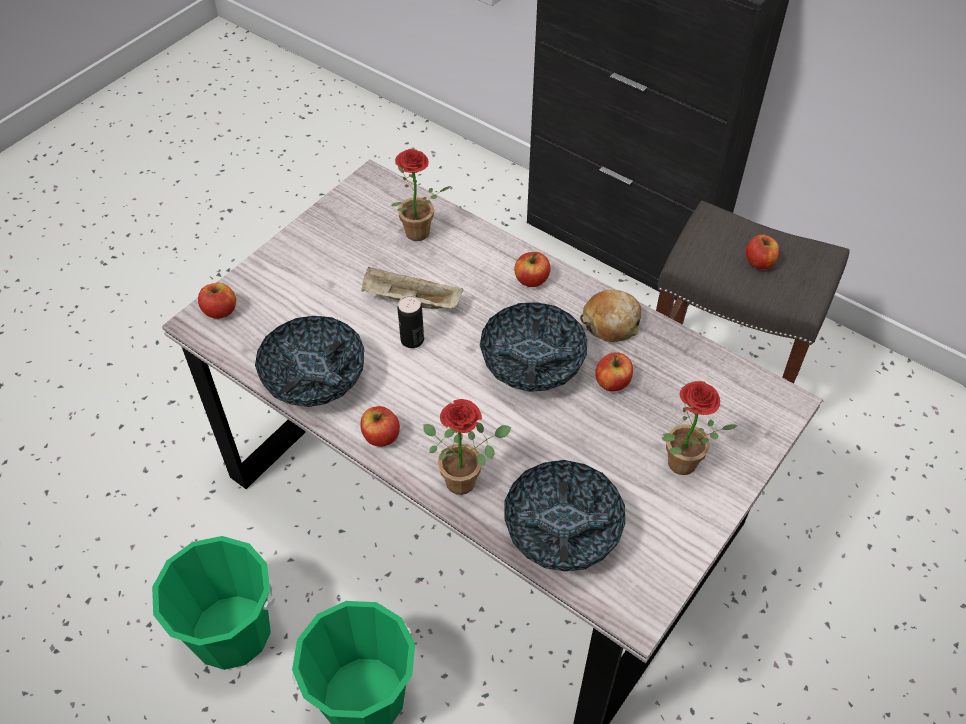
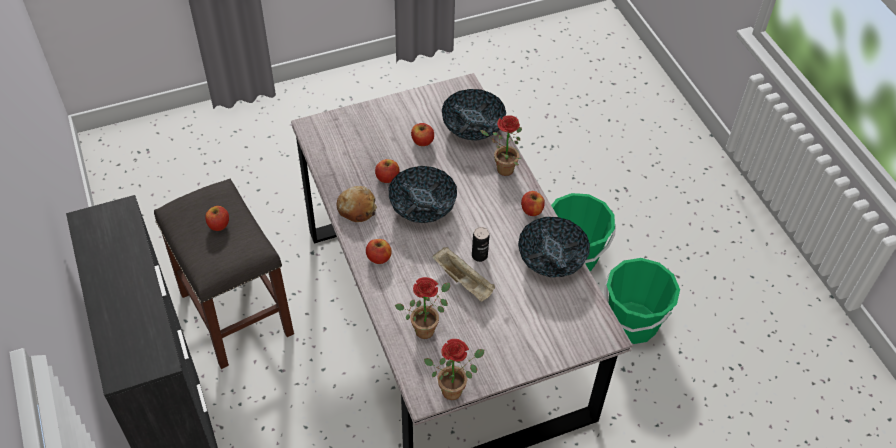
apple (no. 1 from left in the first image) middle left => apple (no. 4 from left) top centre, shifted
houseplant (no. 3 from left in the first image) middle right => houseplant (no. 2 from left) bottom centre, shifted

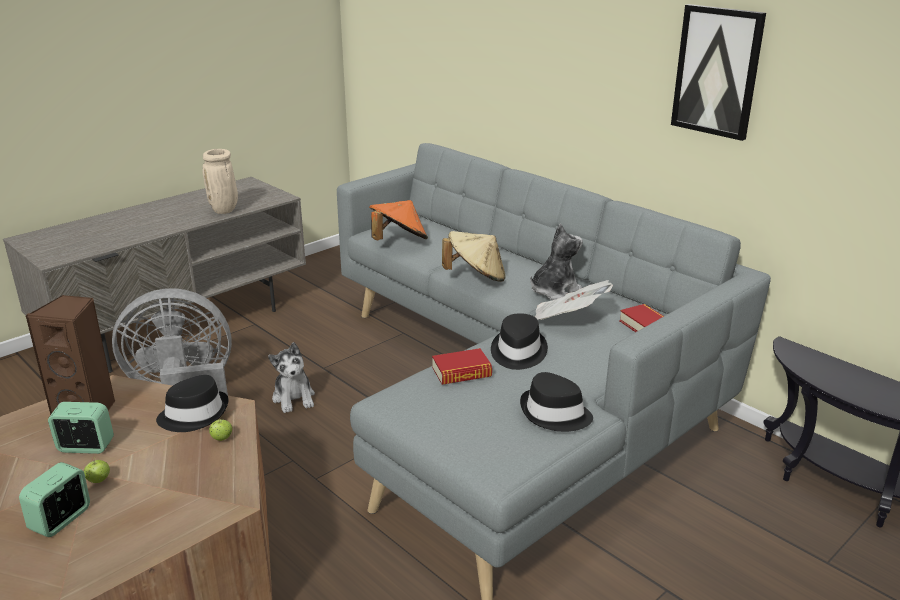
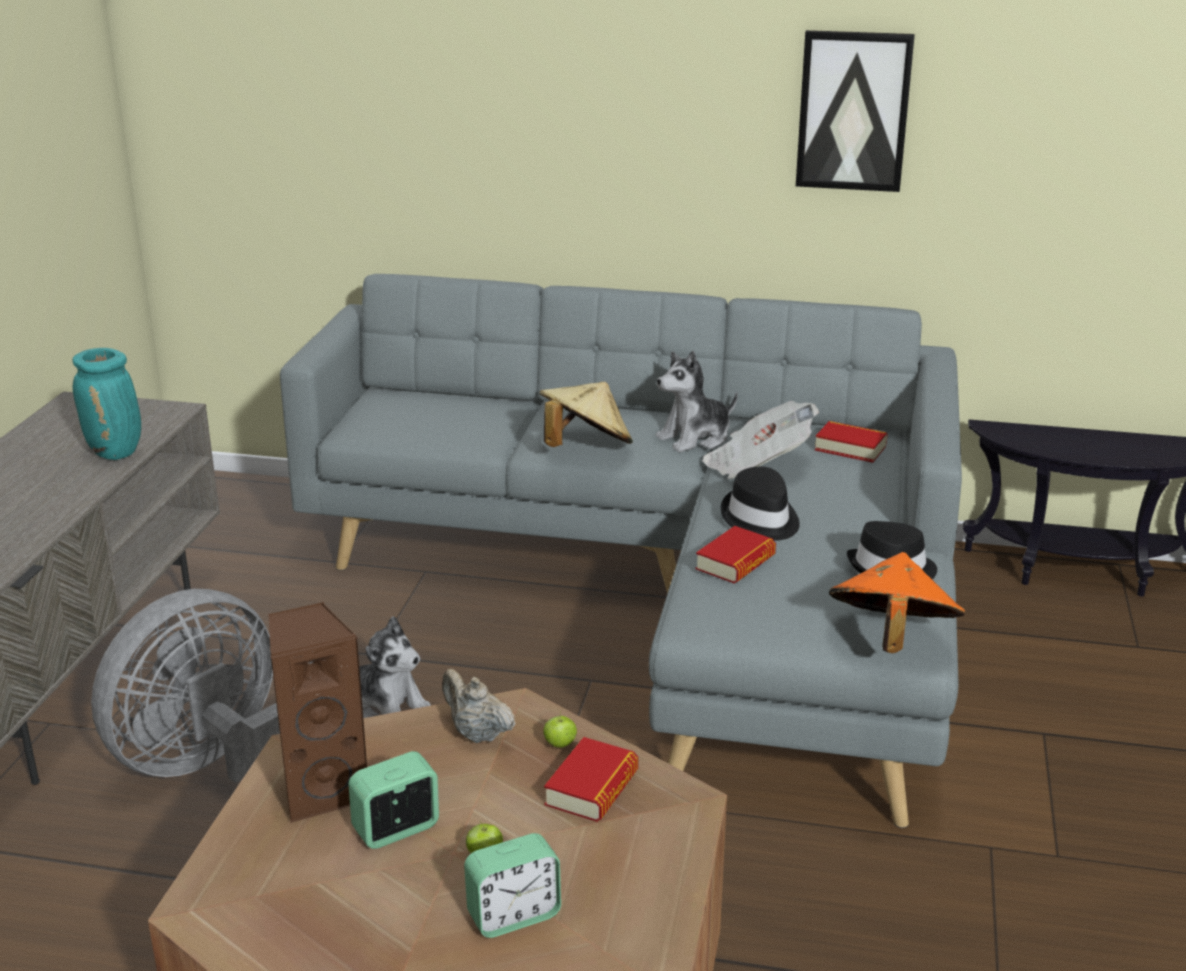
sand-coloured flower vase top left => blue-green flower vase middle left
black-coloured wearable hat (no. 1 from left) bottom left => sand-coloured teapot bottom centre
table clock (no. 1 from left in the first image) bottom left => table clock (no. 2 from left) bottom centre, 105 degrees counterclockwise
nothing => bound book (no. 1 from left) bottom centre
soft toy (no. 2 from left) centre, 135 degrees counterclockwise
orangey wearable hat centre => orangey wearable hat middle right, shifted

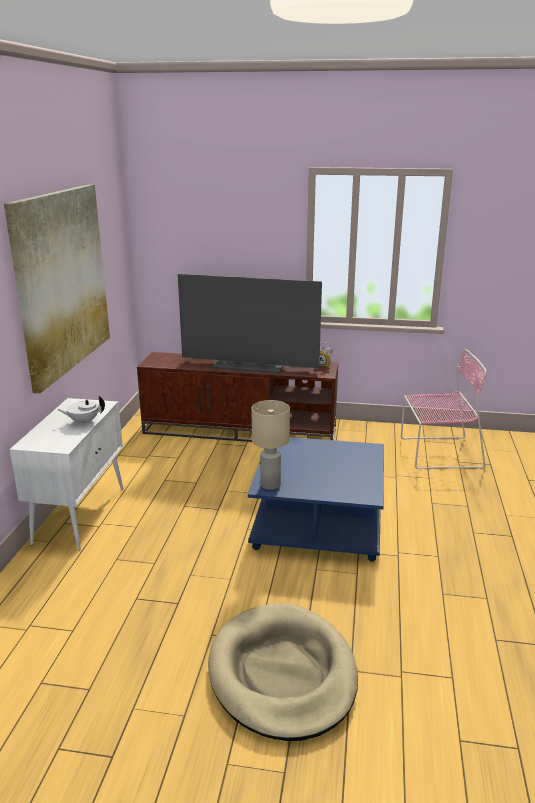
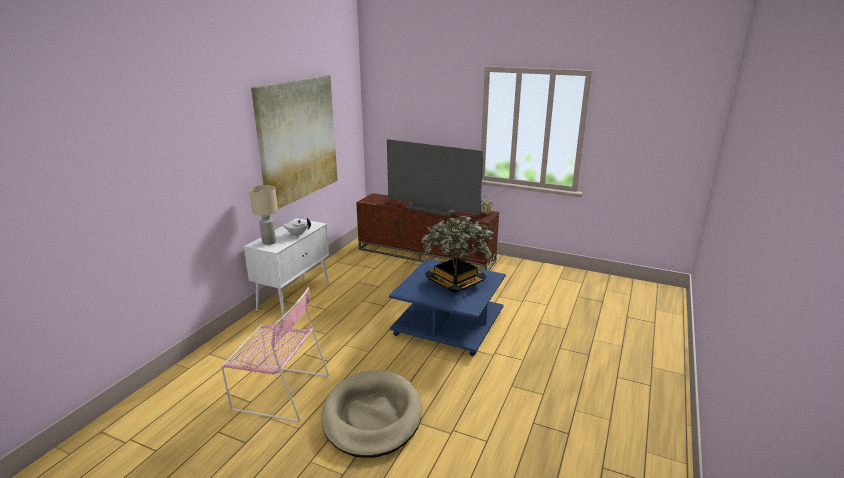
pink-coloured upright chair middle right => pink-coloured upright chair bottom left, shifted
sand-coloured table lamp centre => sand-coloured table lamp middle left, shifted
nothing => houseplant centre

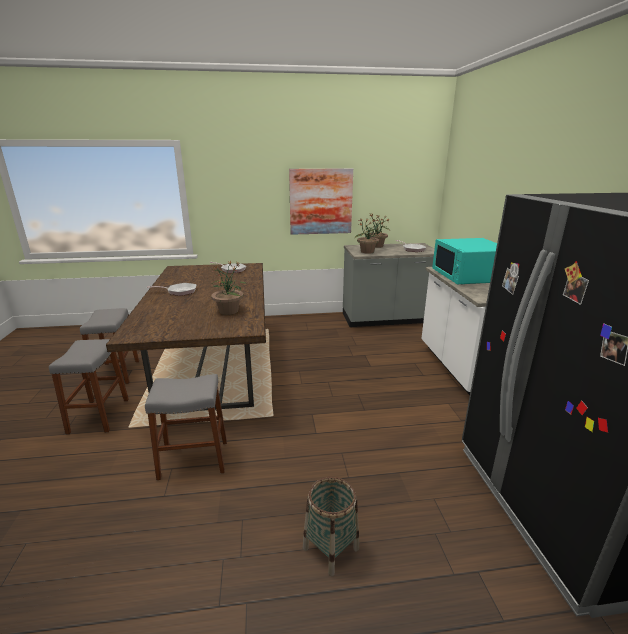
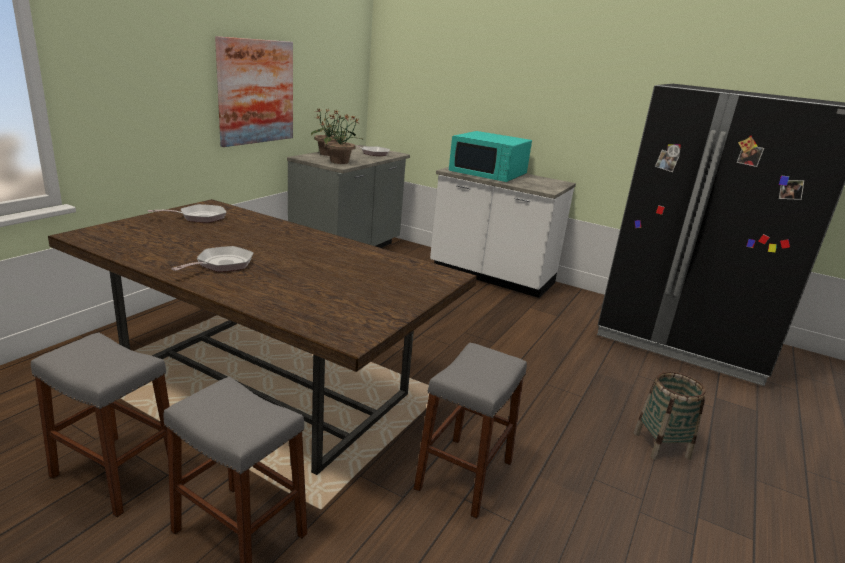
houseplant (no. 1 from left) centre => nothing

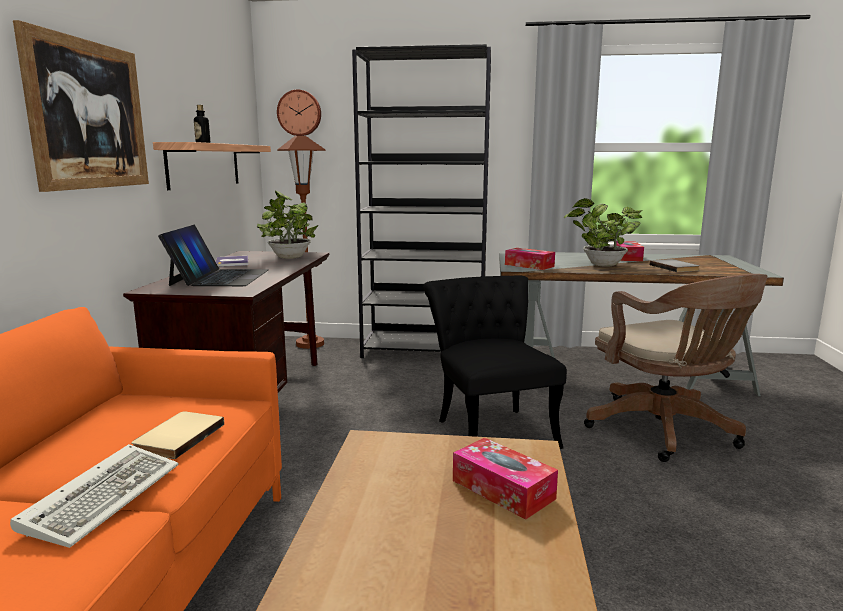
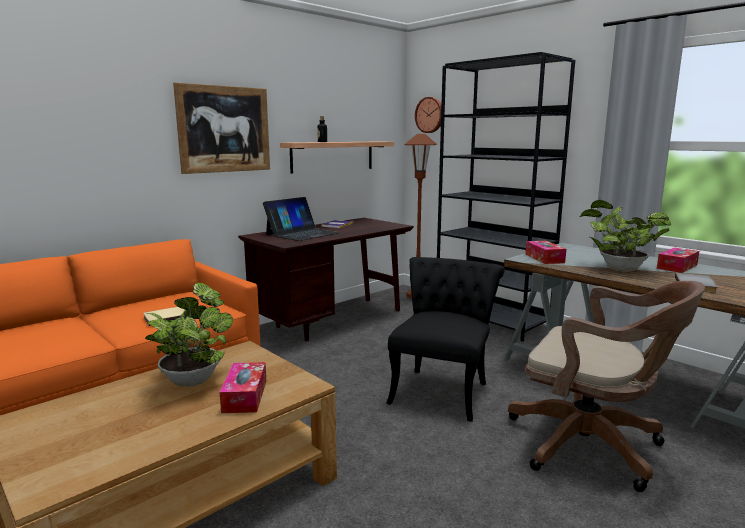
houseplant (no. 1 from left) centre => houseplant (no. 1 from left) middle left, shifted
brown-coloured computer chair middle right => brown-coloured computer chair bottom right, 75 degrees counterclockwise
PC keyboard bottom left => nothing

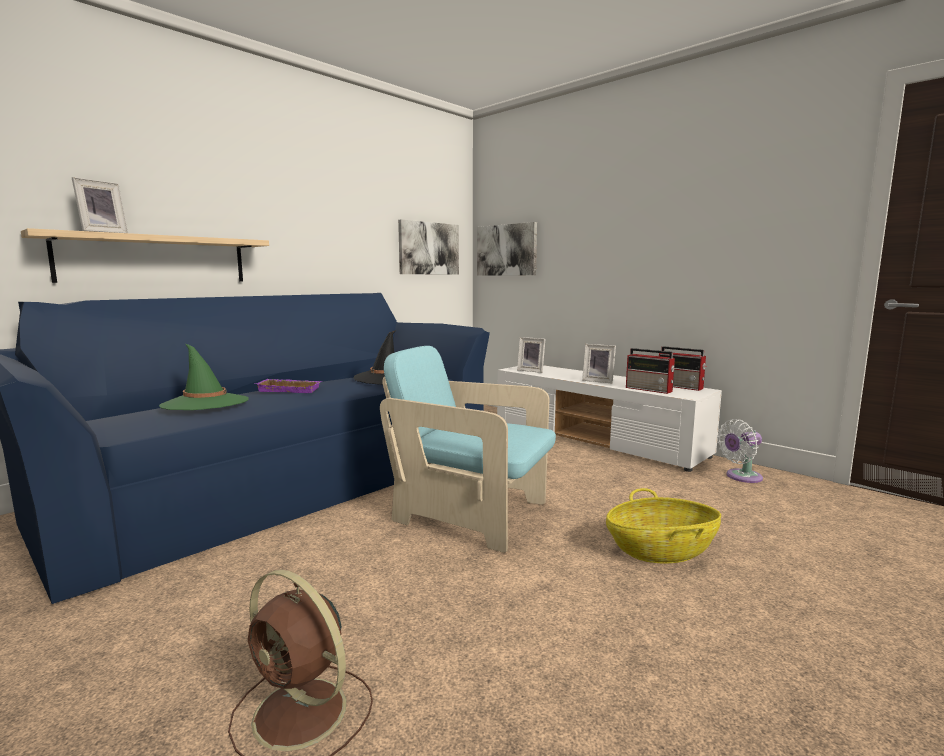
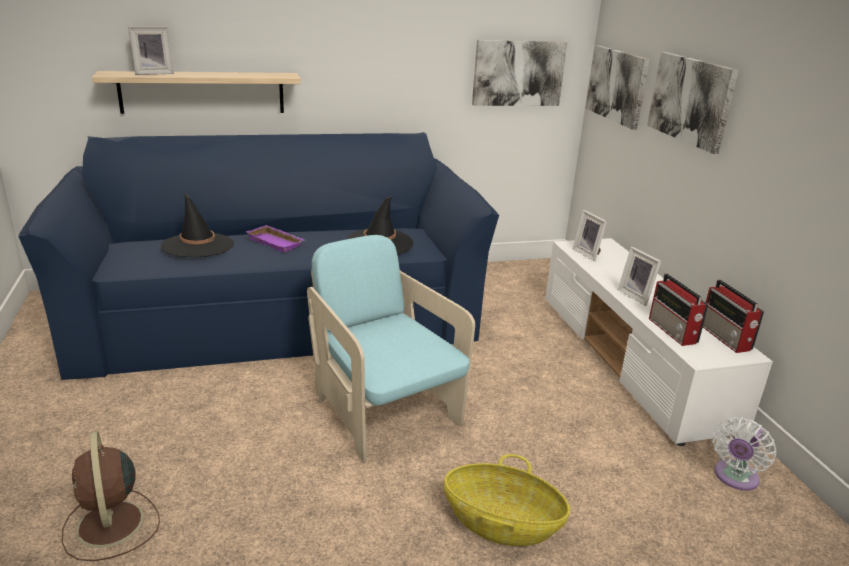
greenish wearable hat middle left => black-coloured wearable hat (no. 1 from left) middle left
nothing => wall picture (no. 3 from left) top right
white-coloured cooling fan middle right => white-coloured cooling fan bottom right, 60 degrees counterclockwise

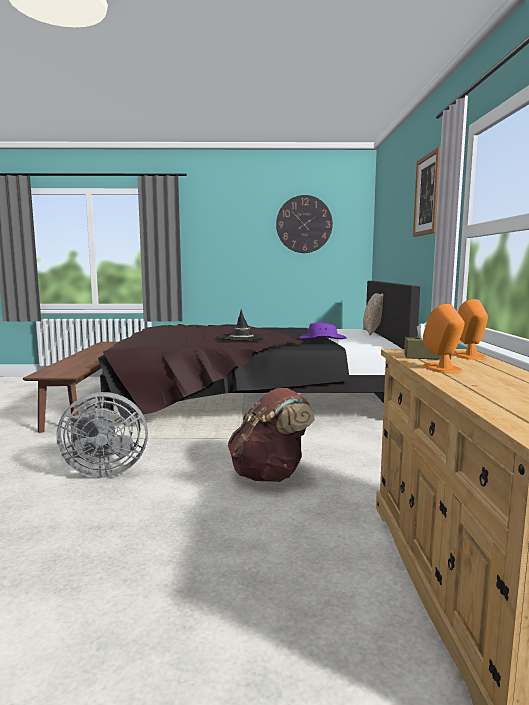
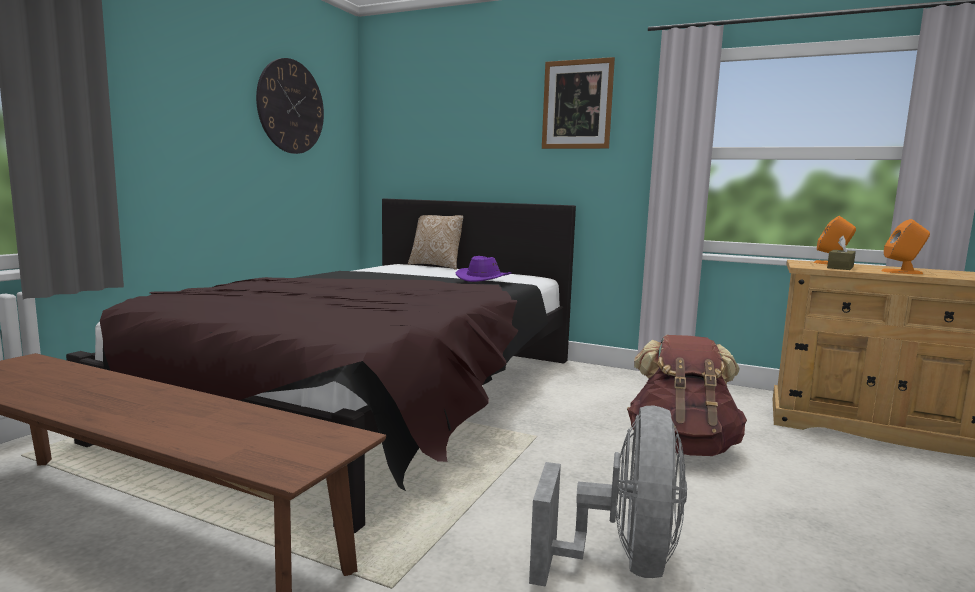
black-coloured wearable hat centre => nothing

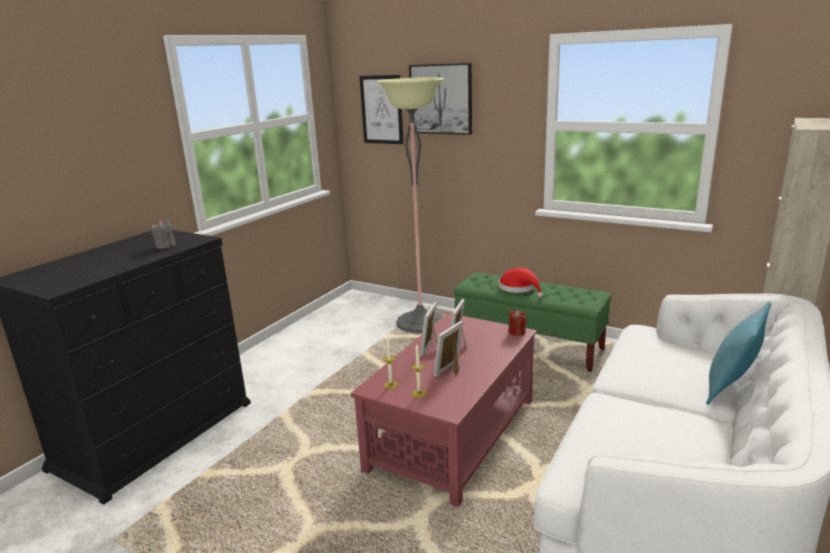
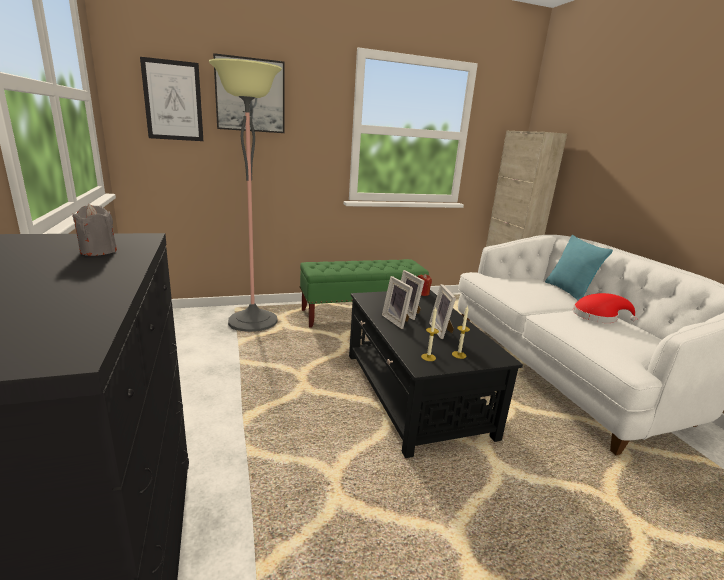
reddish coffee table bottom centre => black-coloured coffee table centre
reddish wearable hat centre => reddish wearable hat middle right, shifted

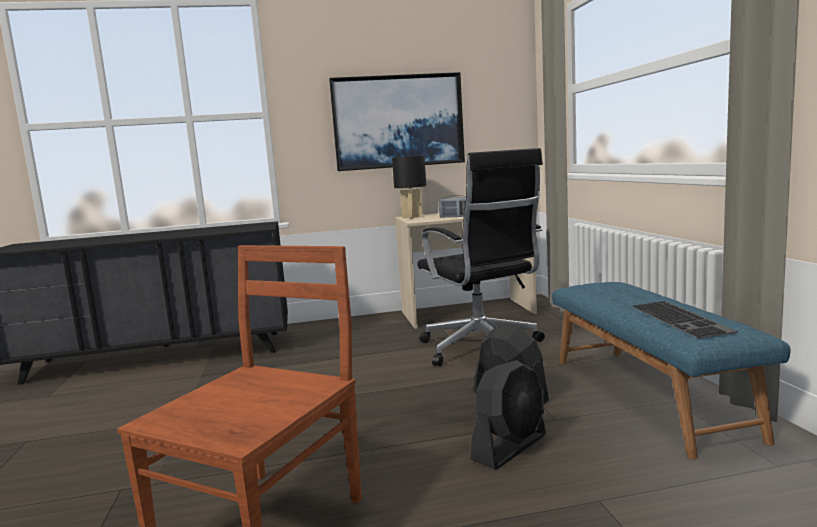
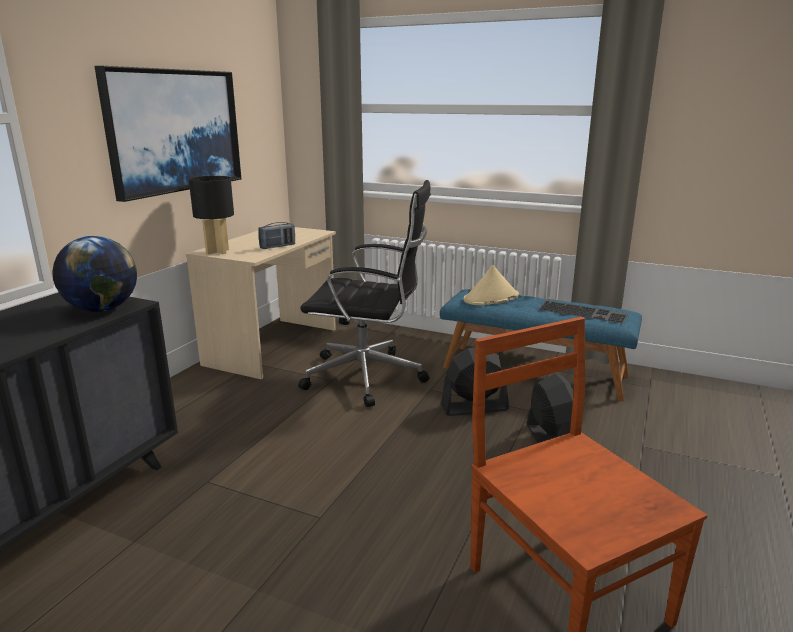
nothing => desk globe middle left
nothing => sand-coloured wearable hat centre

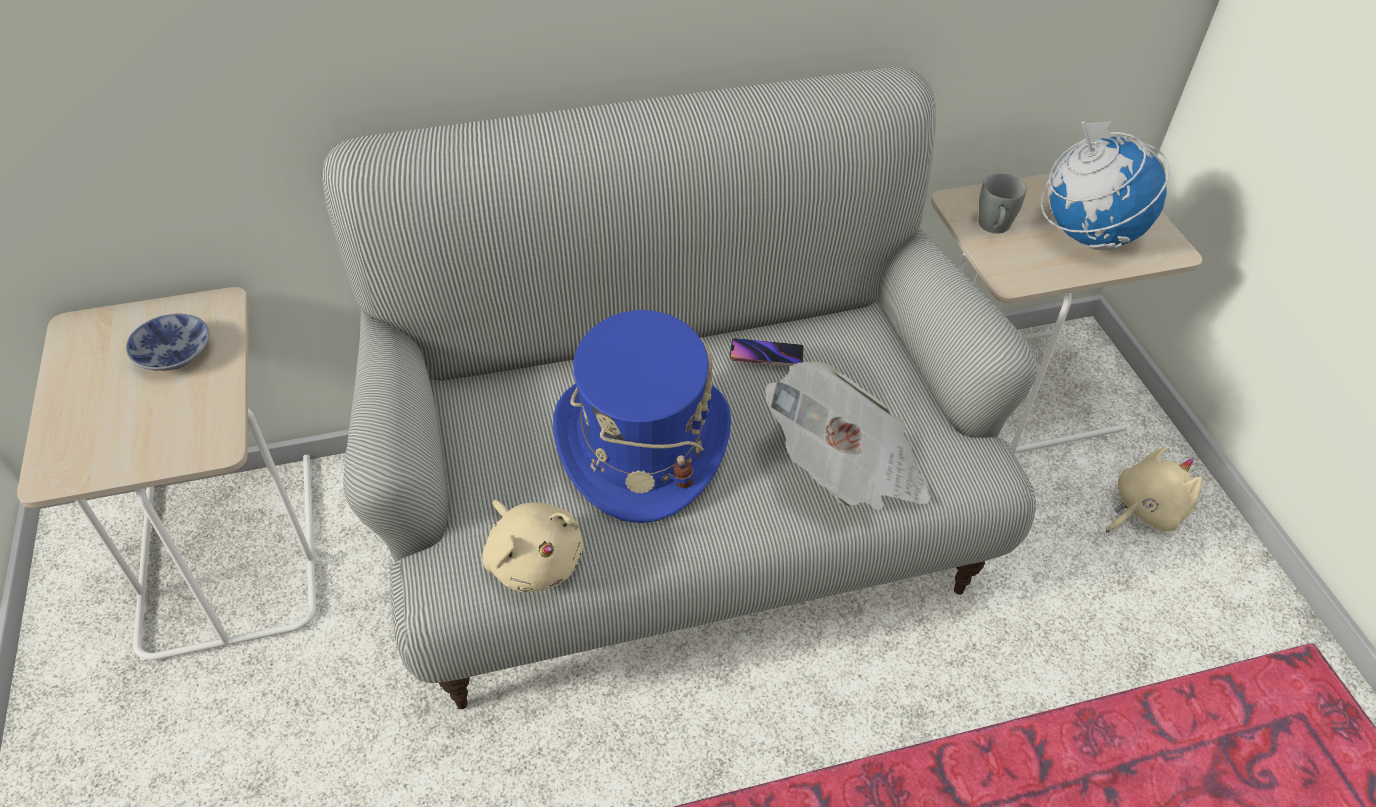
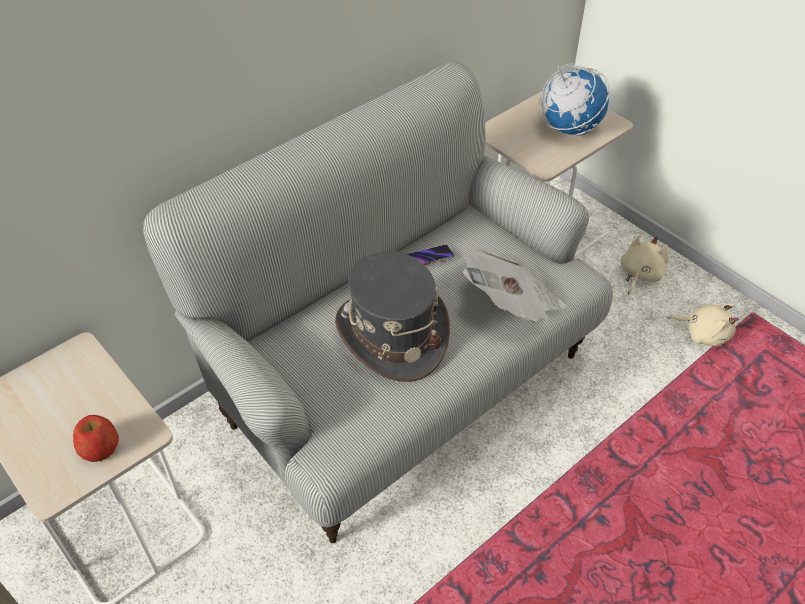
nothing => apple bottom left
blue-coloured wearable hat centre => gray wearable hat centre
sand-coloured soft toy (no. 1 from left in the first image) bottom centre => sand-coloured soft toy (no. 2 from left) middle right, shifted
deep dish middle left => nothing
gray coffee mug top right => nothing

